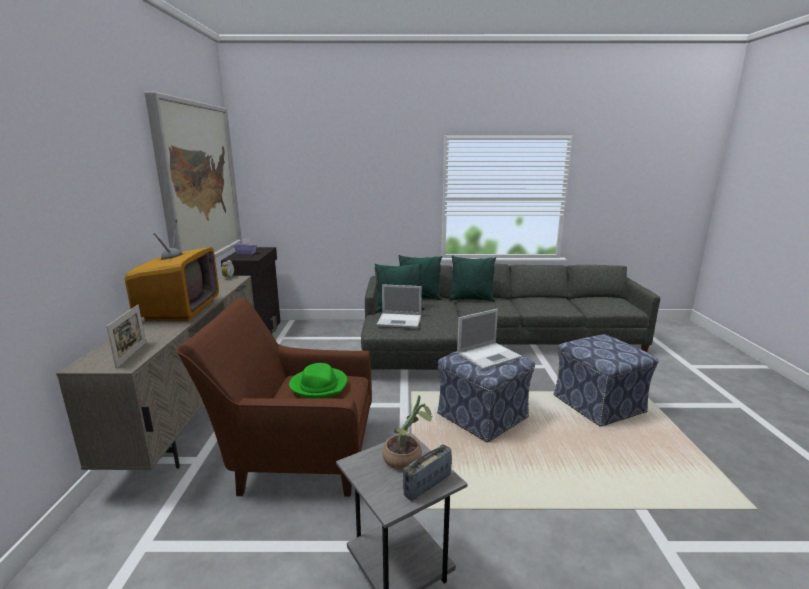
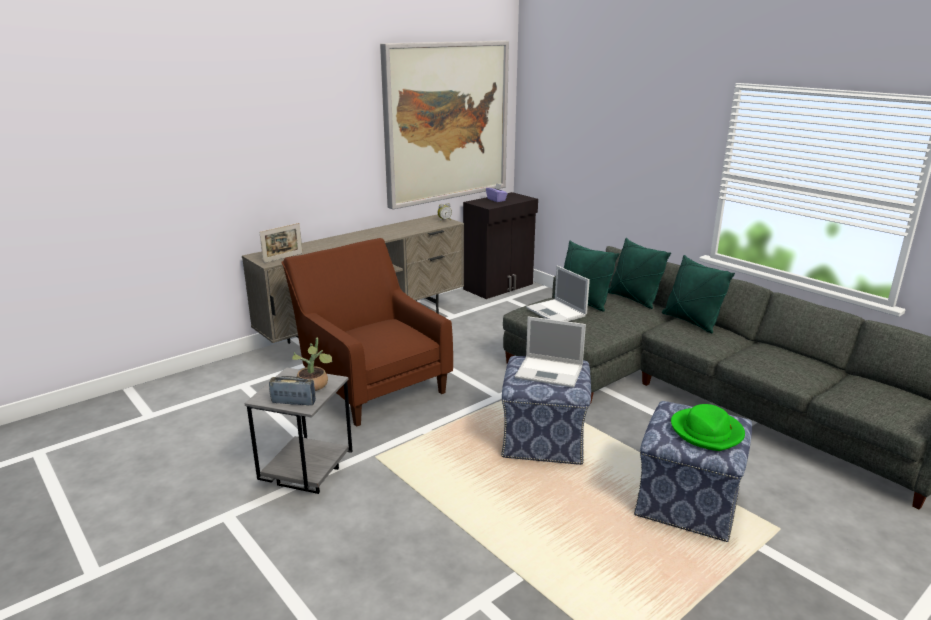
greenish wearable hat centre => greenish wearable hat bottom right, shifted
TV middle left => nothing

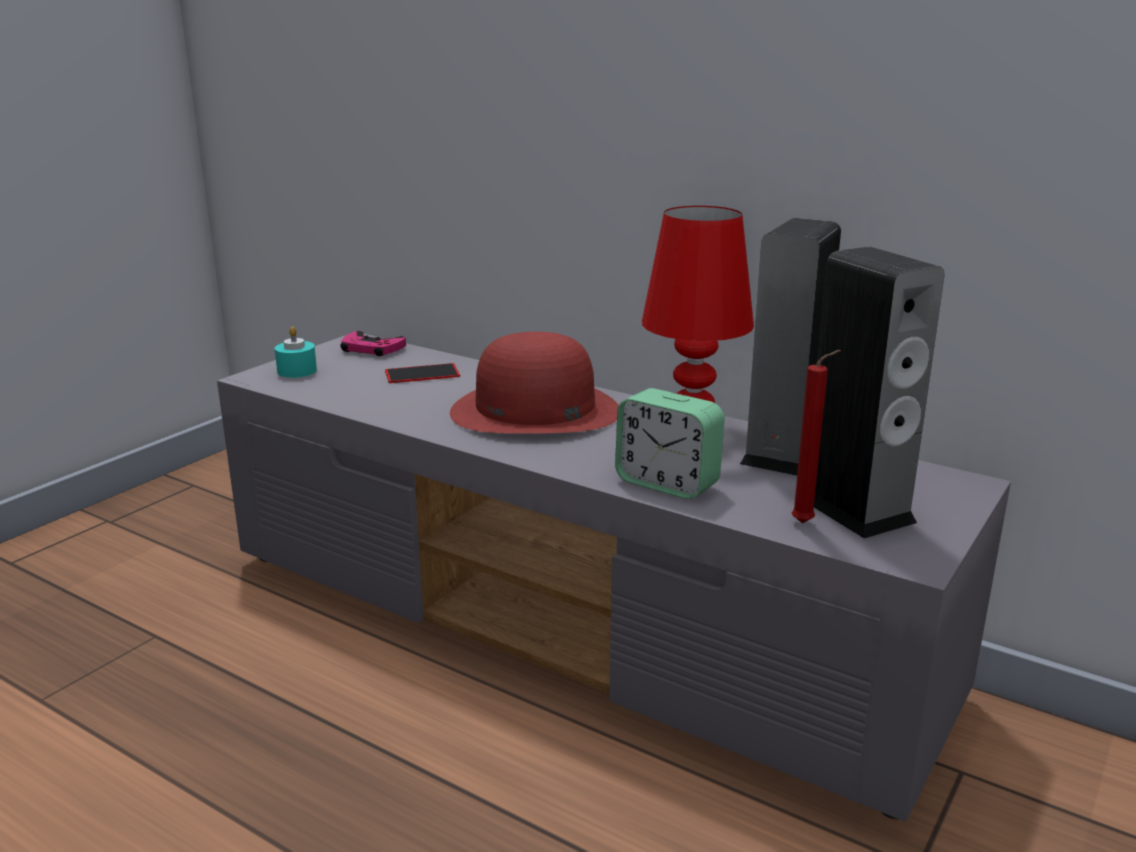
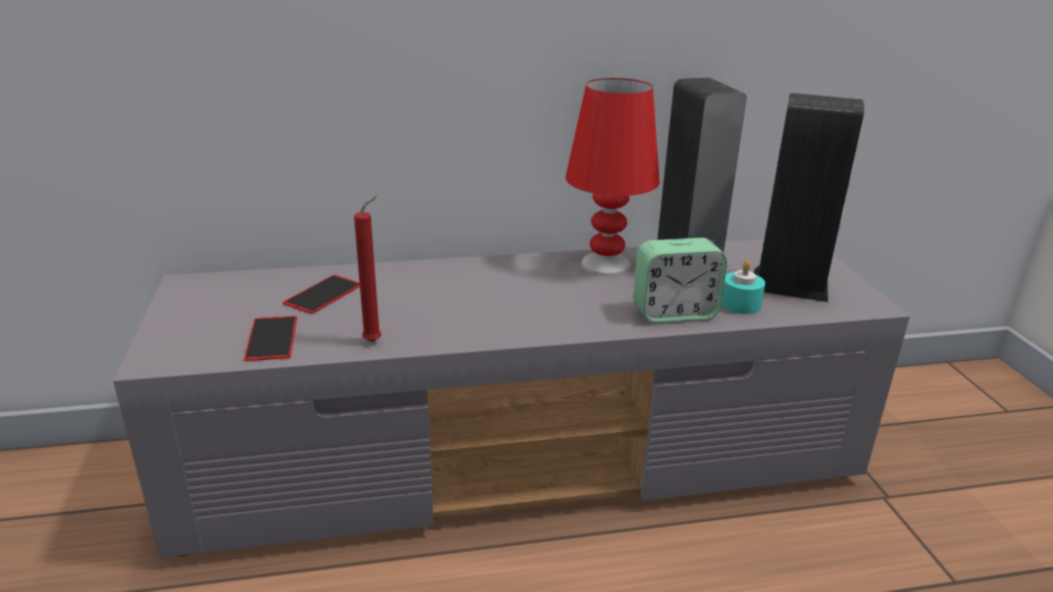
nothing => phone (no. 1 from left) middle left
reddish wax candle middle right => reddish wax candle centre, shifted
blue-green wax candle middle left => blue-green wax candle middle right, shifted
pink-coloured gamepad middle left => nothing
reddish wearable hat centre => nothing

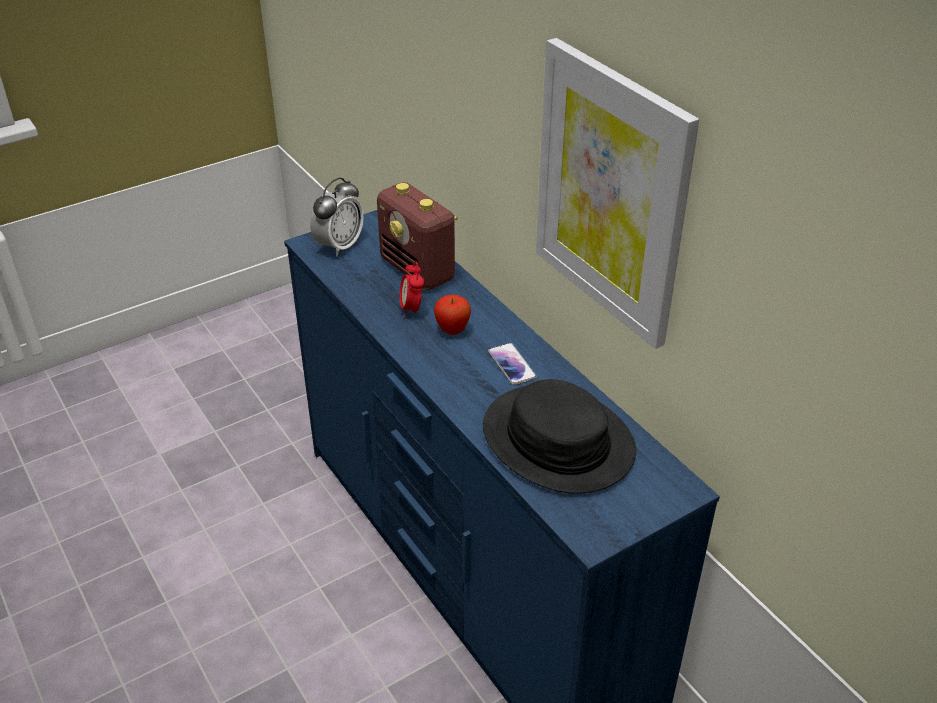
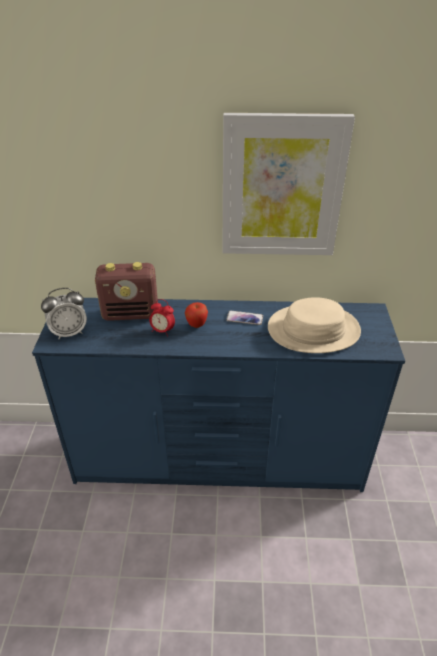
table clock (no. 1 from left) top centre => table clock (no. 1 from left) middle left, 90 degrees clockwise
black-coloured wearable hat centre => sand-coloured wearable hat middle right

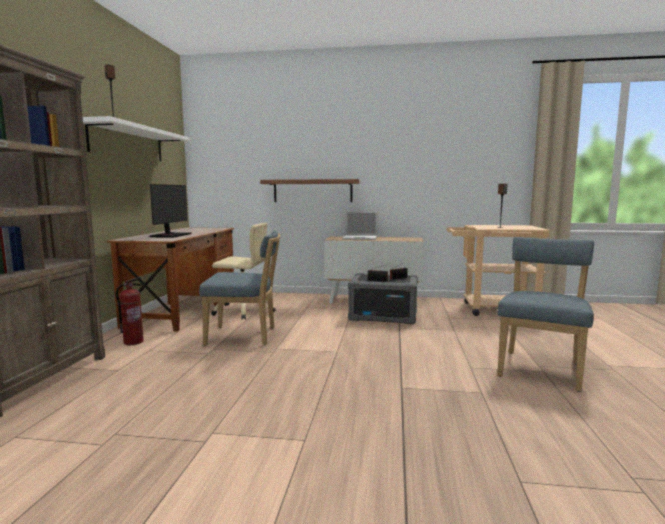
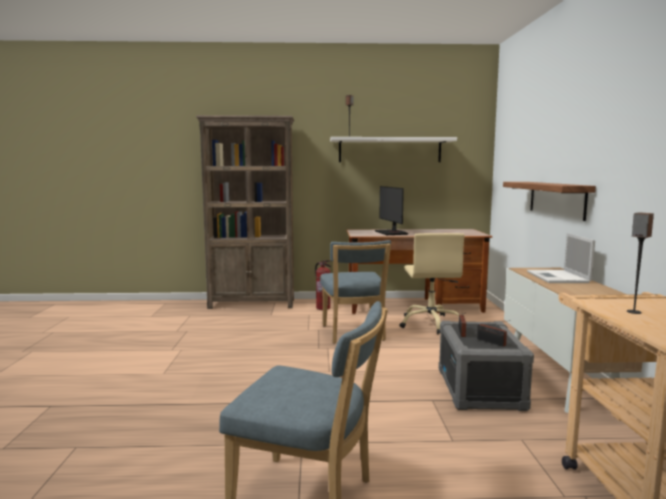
computer display middle left => computer display centre, 75 degrees clockwise

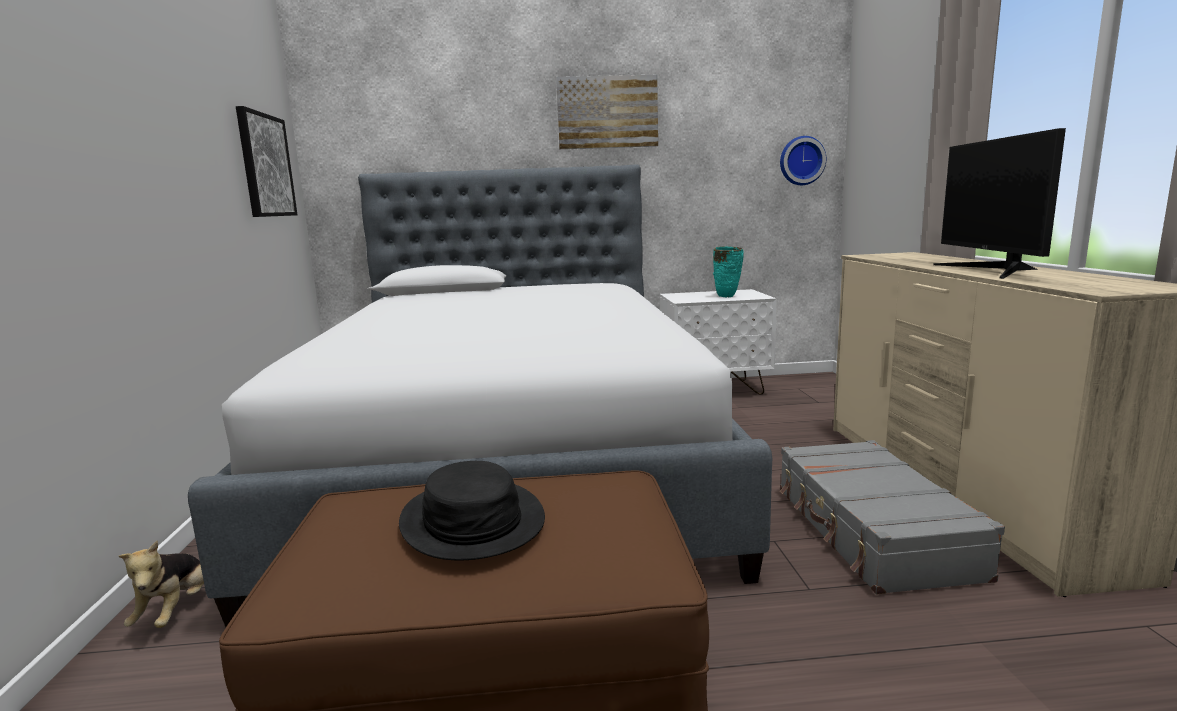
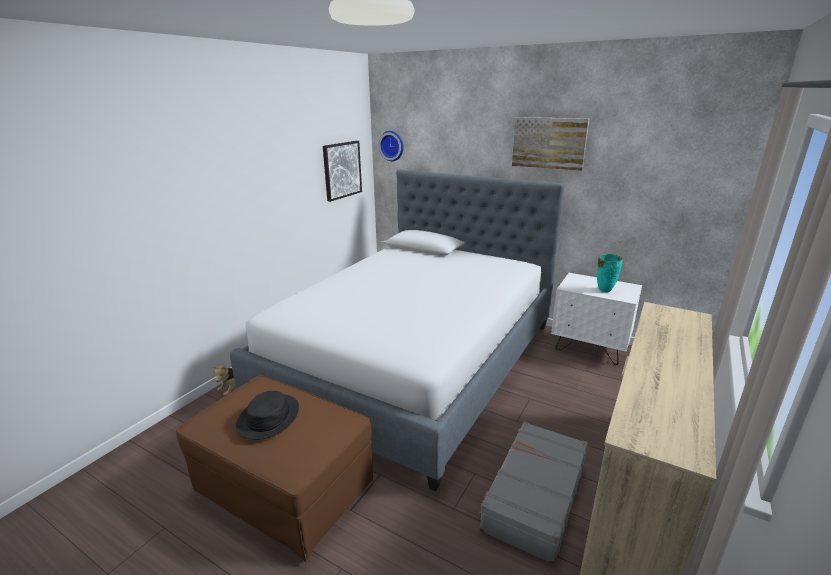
clock on the wall top right => clock on the wall top centre, shifted
computer display top right => nothing

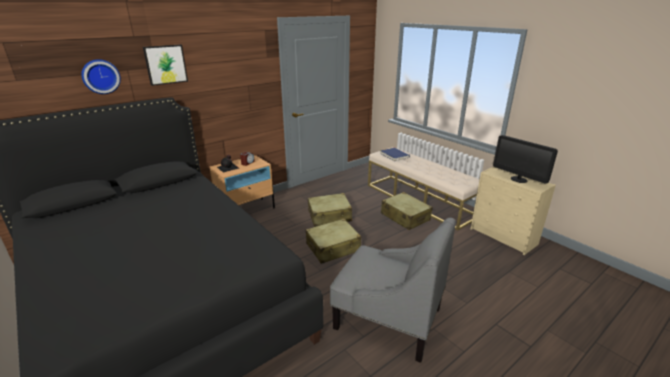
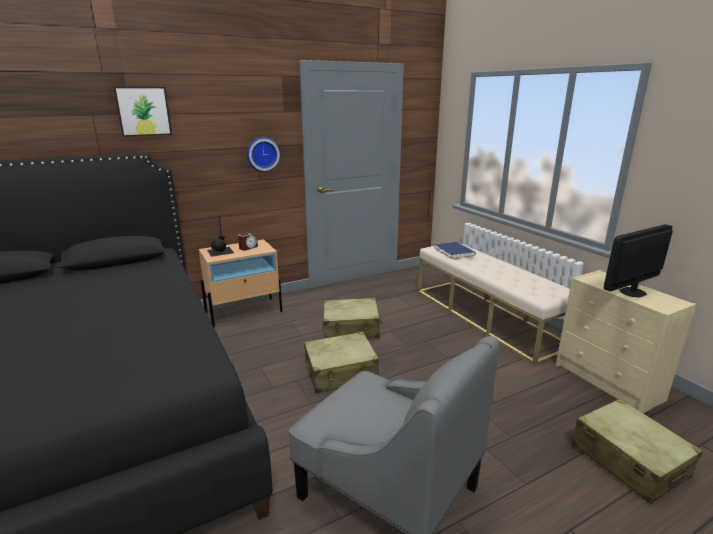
clock on the wall top left => clock on the wall top centre, shifted
sand-coloured suitcase (no. 3 from left) centre => sand-coloured suitcase (no. 3 from left) bottom right, shifted
computer display middle right, 90 degrees clockwise

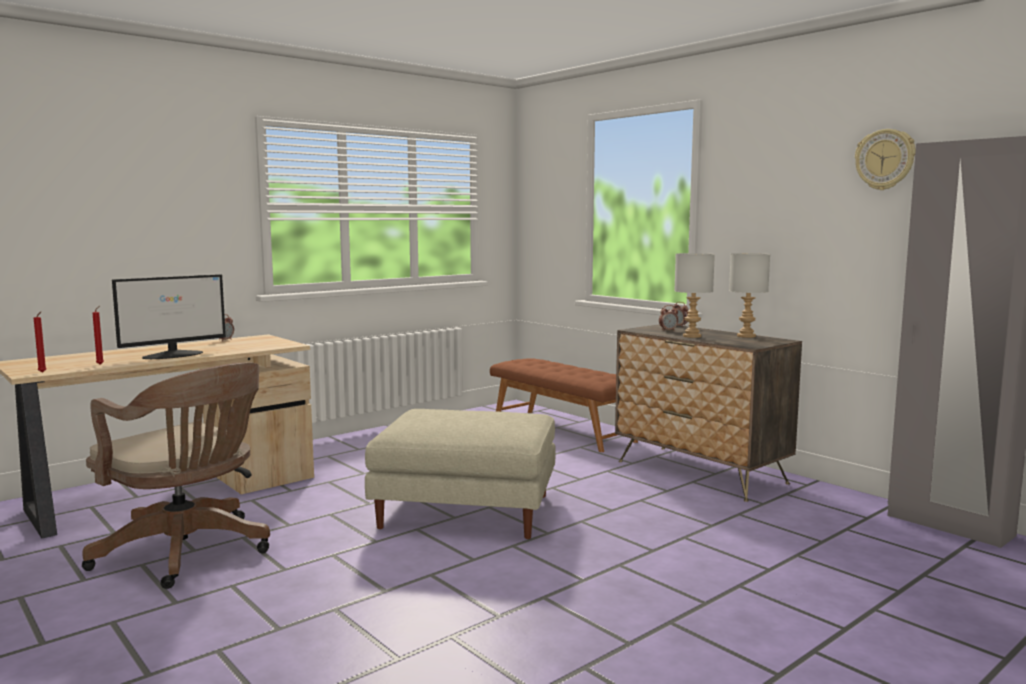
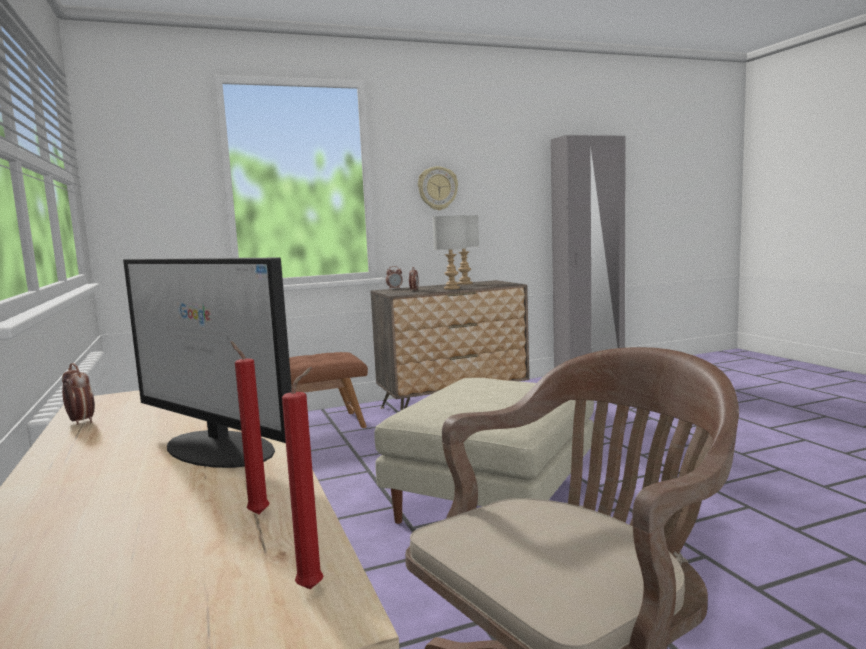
computer display middle left, 150 degrees clockwise
clock on the wall top right => clock on the wall top centre, shifted

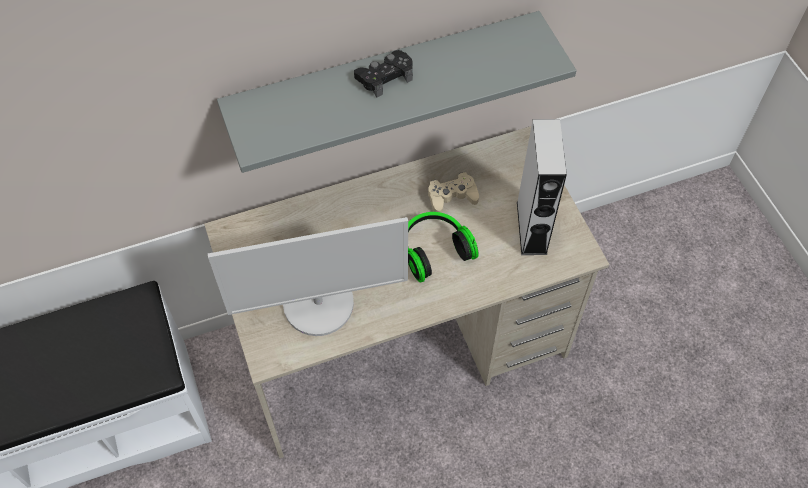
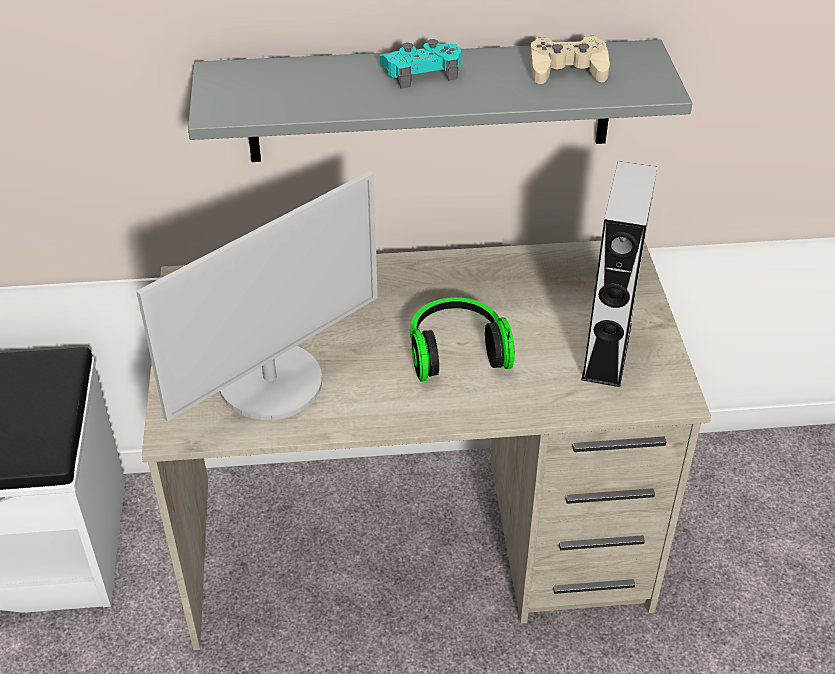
computer display centre => computer display middle left, 45 degrees counterclockwise
black-coloured gamepad top centre => blue-green gamepad top centre
sand-coloured gamepad centre => sand-coloured gamepad top right, shifted

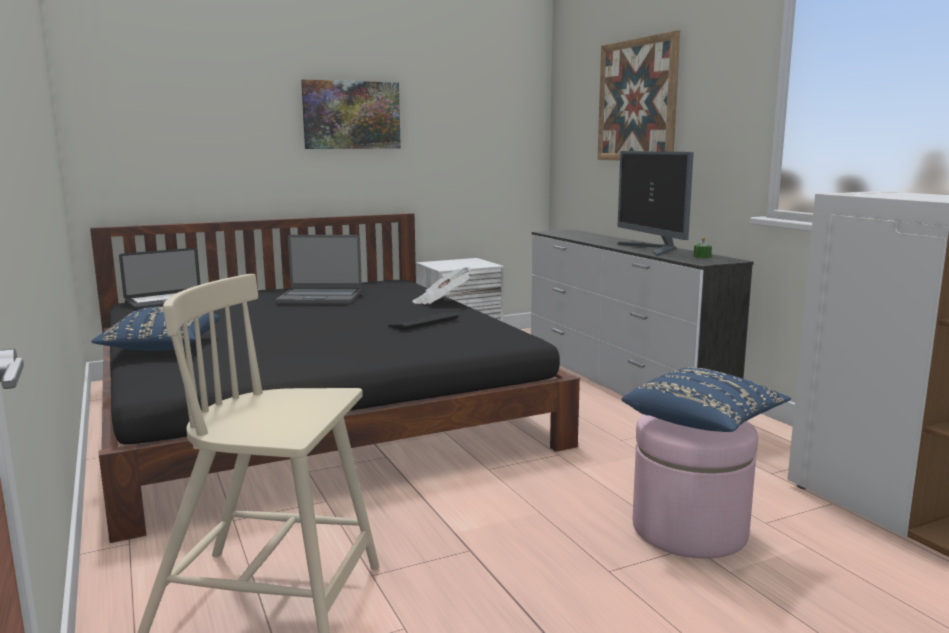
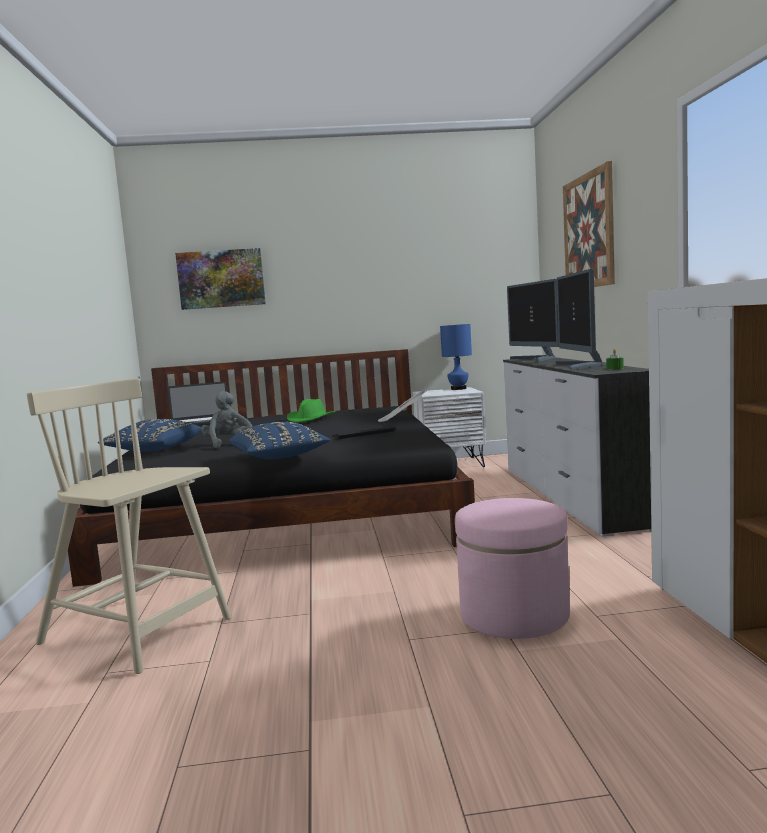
wall picture (no. 1 from left) top centre => wall picture (no. 1 from left) middle left, shifted
nothing => gray soft toy middle left
blue-coloured throw pillow (no. 2 from left) middle right => blue-coloured throw pillow (no. 2 from left) centre, shifted
portable computer (no. 2 from left) centre => greenish wearable hat centre
nothing => blue-coloured table lamp centre
nothing => computer display (no. 1 from left) middle right

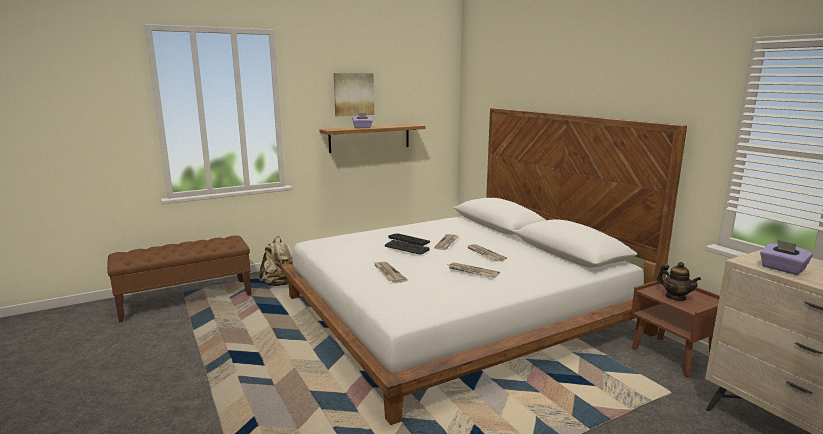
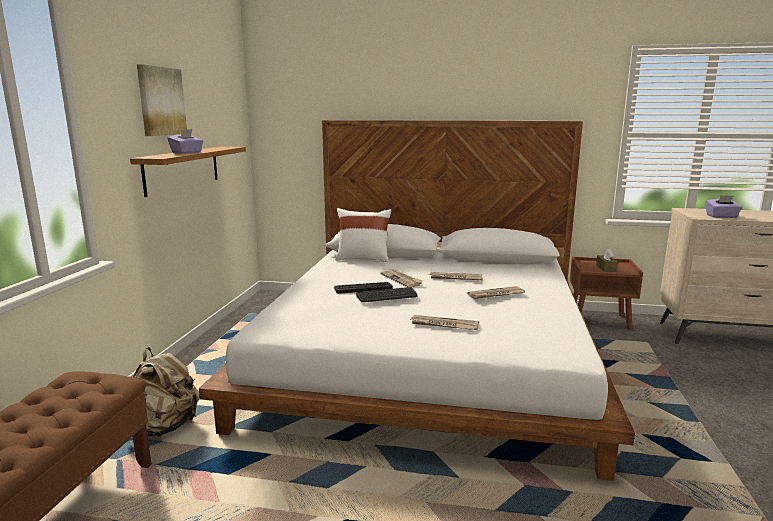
nothing => white-coloured throw pillow centre
teapot middle right => brown-coloured box of tissues middle right

